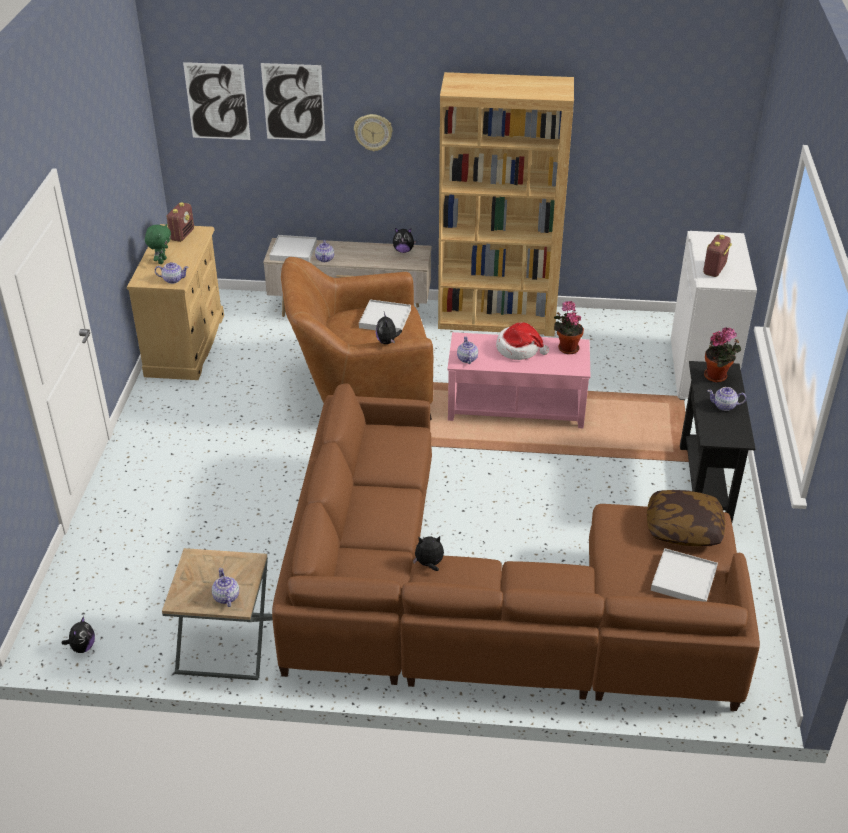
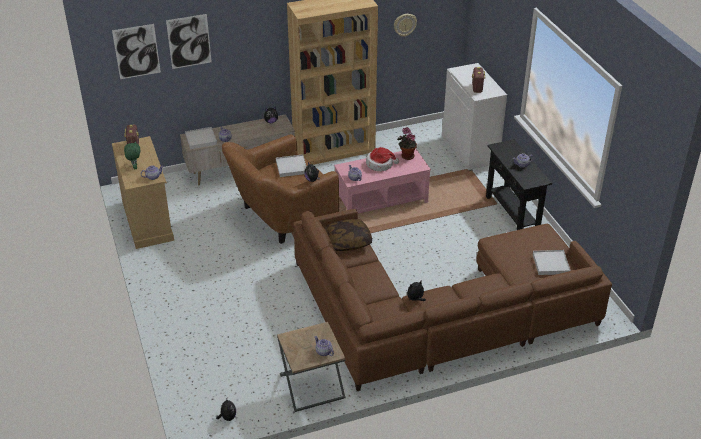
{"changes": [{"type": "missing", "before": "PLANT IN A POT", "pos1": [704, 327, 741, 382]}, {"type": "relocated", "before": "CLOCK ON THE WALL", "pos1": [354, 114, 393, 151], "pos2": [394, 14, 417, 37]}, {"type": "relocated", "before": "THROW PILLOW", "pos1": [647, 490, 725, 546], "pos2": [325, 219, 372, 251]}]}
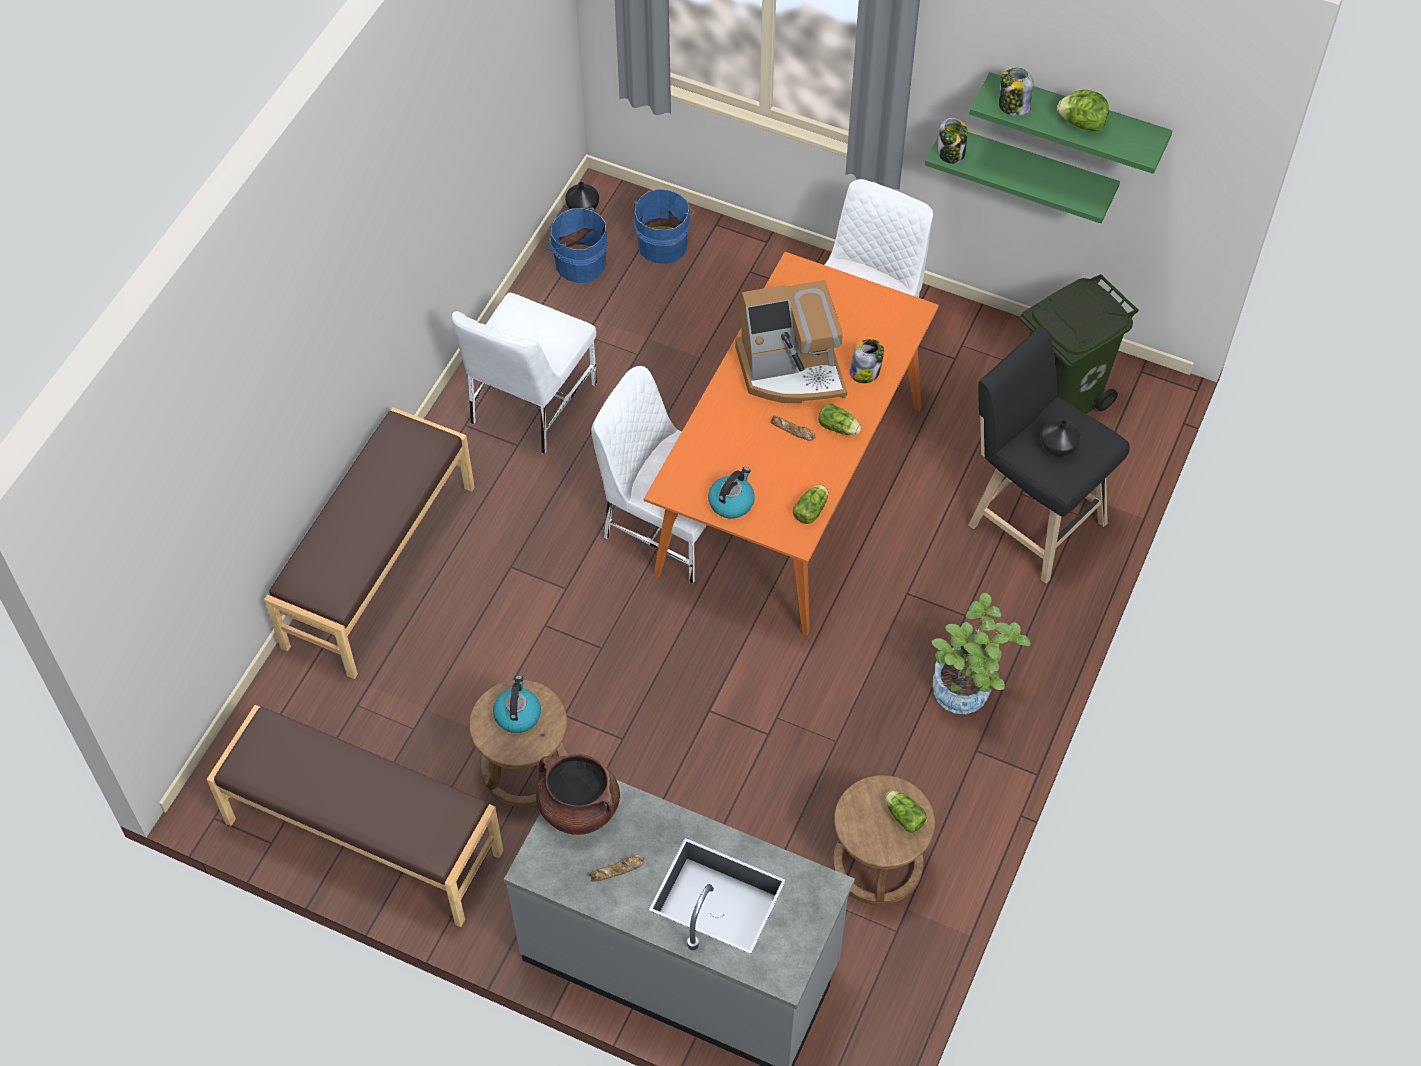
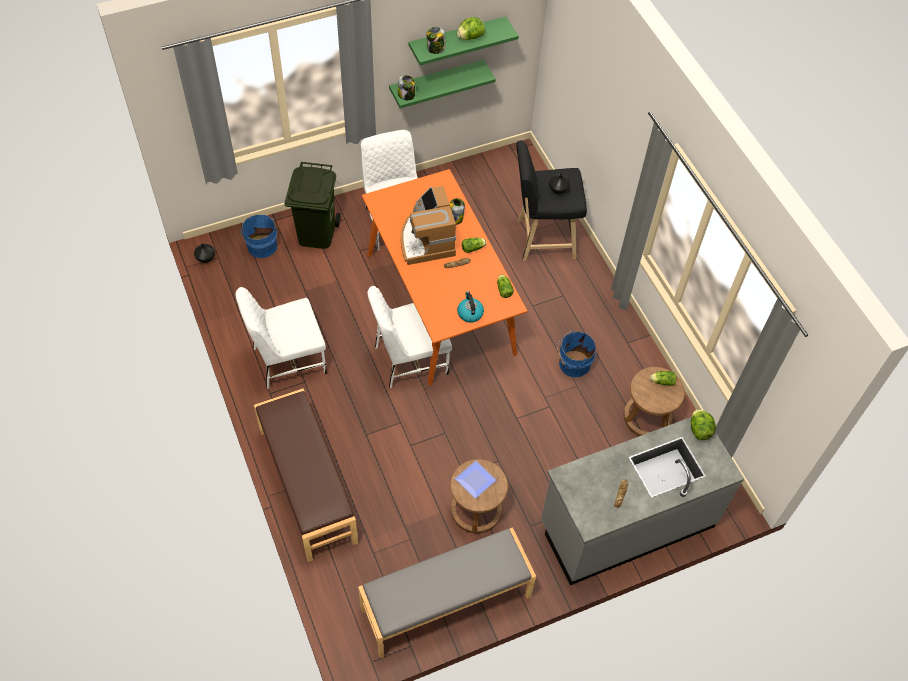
{"changes": [{"type": "missing", "before": "BROWN SAUCEPOT", "pos1": [536, 754, 620, 835]}, {"type": "missing", "before": "PLANT IN A POT", "pos1": [932, 593, 1031, 714]}, {"type": "appeared", "after": "LETTUCE HEAD", "pos2": [691, 409, 716, 440]}, {"type": "relocated", "before": "BLUISH PAIL", "pos1": [546, 208, 608, 283], "pos2": [557, 331, 596, 377]}, {"type": "relocated", "before": "GREENISH WASTE BIN", "pos1": [1020, 274, 1139, 414], "pos2": [284, 162, 340, 249]}, {"type": "exchanged", "before": "KETTLE", "after": "DINNER PLATE", "pos1": [493, 676, 541, 733], "pos2": [455, 461, 496, 499]}, {"type": "colour", "before": "BROWN INDOOR BENCH", "after": "GREYISH INDOOR BENCH", "pos1": [207, 705, 504, 927], "pos2": [358, 527, 536, 659]}, {"type": "spun", "before": "WHITE-COLOURED UPRIGHT CHAIR", "pos1": [452, 293, 597, 455], "pos2": [235, 287, 327, 389], "turn": 90}, {"type": "spun", "before": "COFFEE MAKER", "pos1": [735, 280, 847, 403], "pos2": [401, 186, 456, 265], "turn": 135}]}
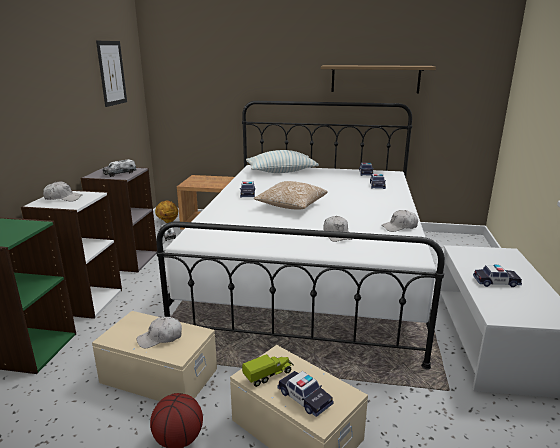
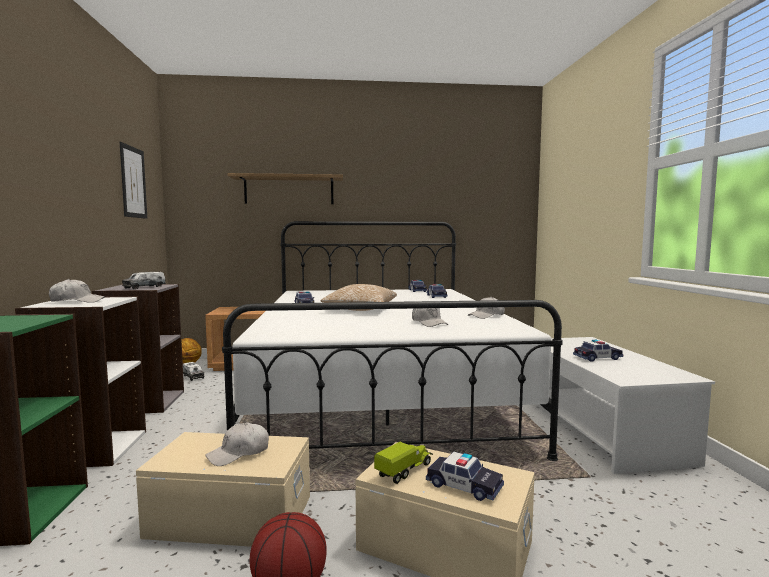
{"changes": [{"type": "missing", "before": "THROW PILLOW", "pos1": [246, 150, 319, 173]}, {"type": "relocated", "before": "SHELF", "pos1": [321, 65, 436, 93], "pos2": [227, 173, 343, 204]}]}
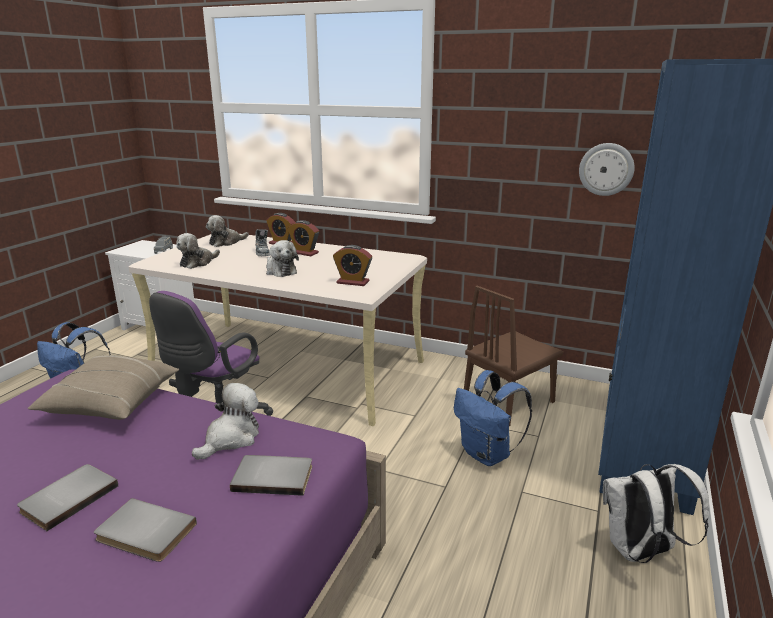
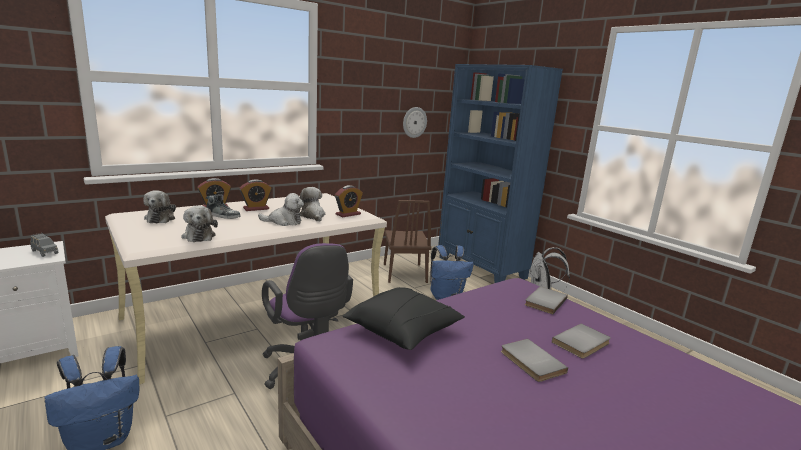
{"changes": [{"type": "relocated", "before": "CUDDLY TOY", "pos1": [192, 383, 259, 460], "pos2": [300, 187, 325, 222]}, {"type": "colour", "before": "BEIGE THROW PILLOW", "after": "BLACK THROW PILLOW", "pos1": [28, 355, 179, 420], "pos2": [342, 287, 465, 350]}]}
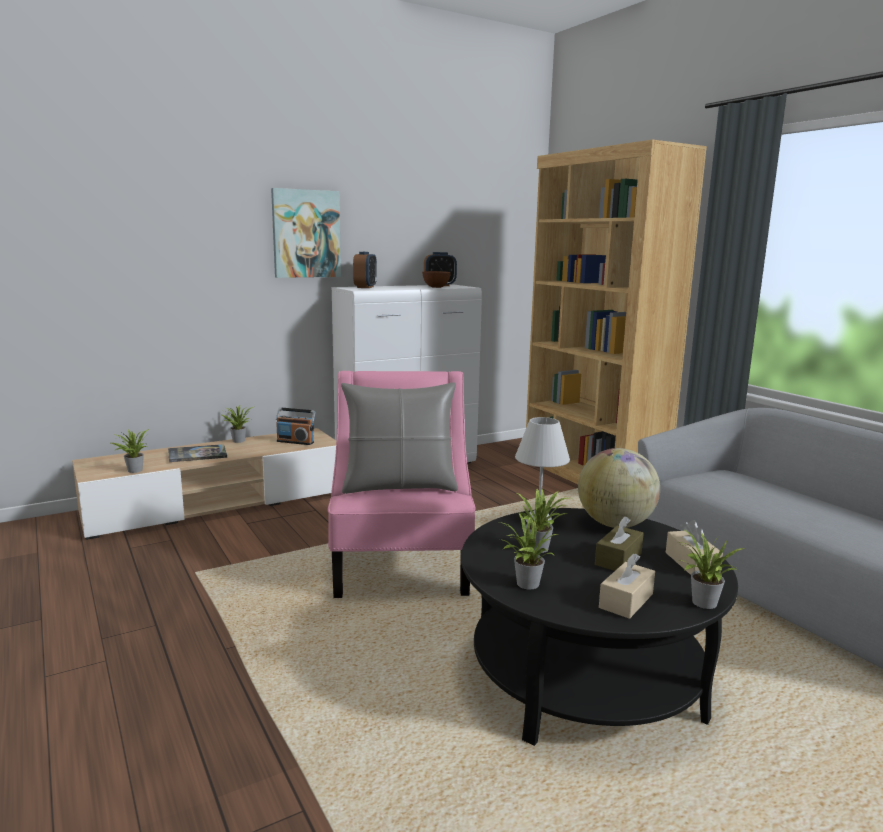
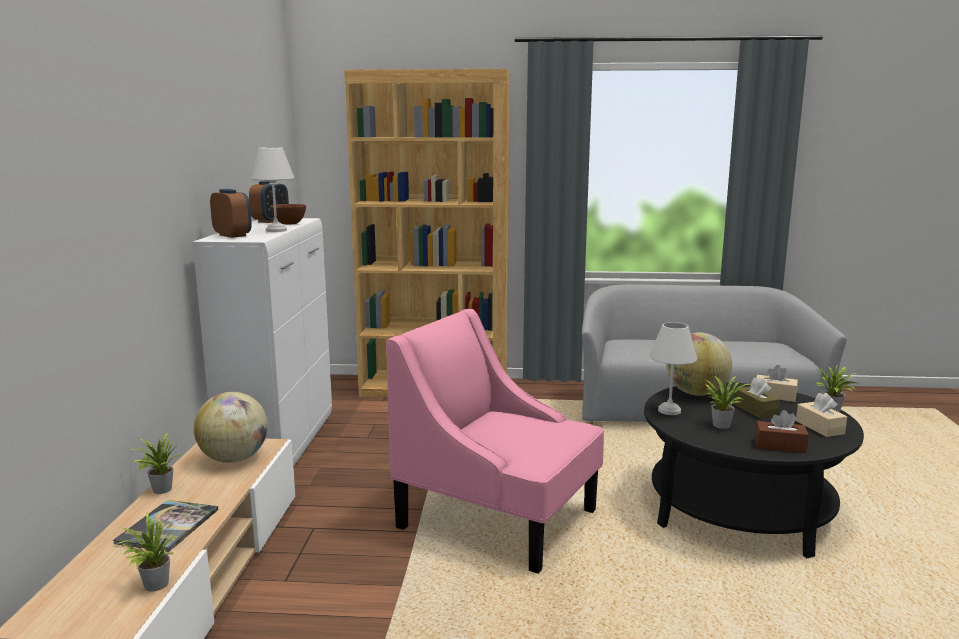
{"changes": [{"type": "missing", "before": "PICTURE", "pos1": [271, 188, 341, 278]}, {"type": "missing", "before": "GREYISH THROW PILLOW", "pos1": [341, 382, 458, 494]}, {"type": "appeared", "after": "WHITE-COLOURED TABLE LAMP", "pos2": [251, 147, 294, 232]}, {"type": "exchanged", "before": "RADIO SET", "after": "WORLD GLOBE", "pos1": [276, 407, 316, 445], "pos2": [194, 392, 268, 463]}, {"type": "exchanged", "before": "PLANT IN A POT", "after": "BROWN TISSUE BOX", "pos1": [499, 513, 558, 589], "pos2": [755, 410, 809, 453]}]}
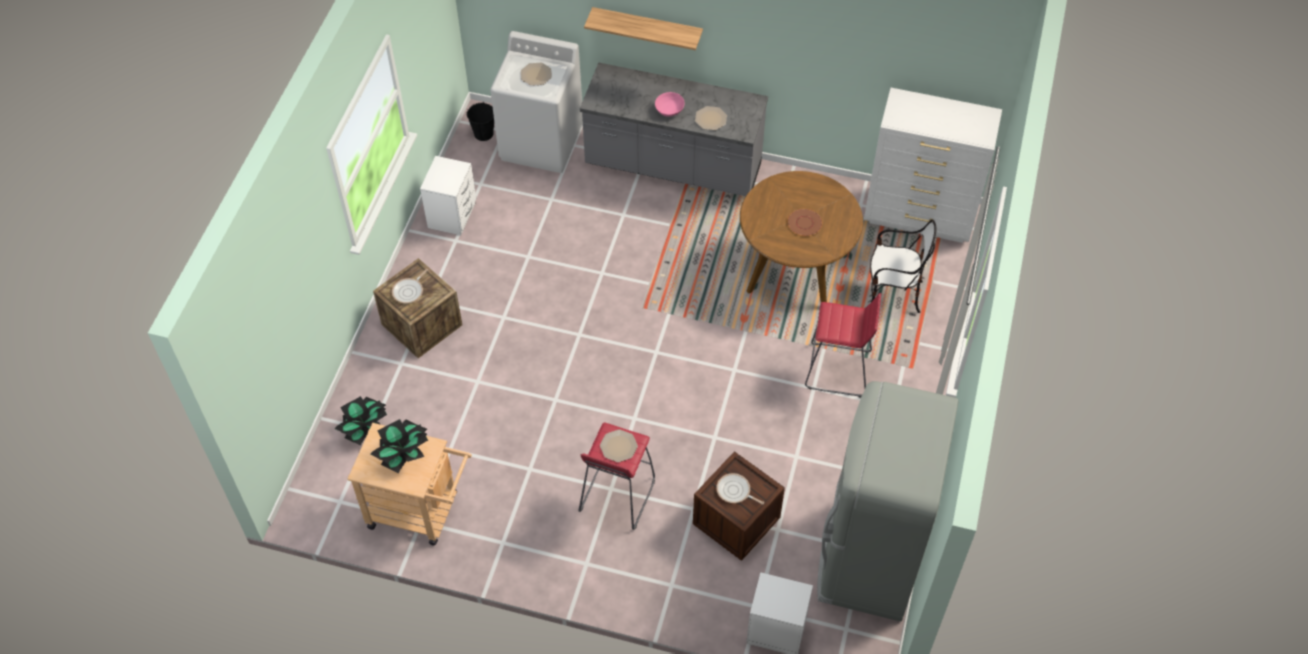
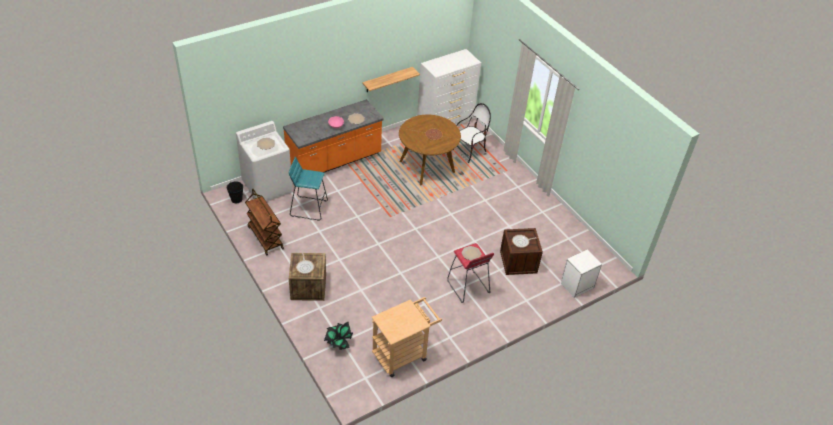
{"changes": [{"type": "missing", "before": "PLANT IN A POT", "pos1": [371, 419, 428, 473]}, {"type": "missing", "before": "RED SITTING STOOL", "pos1": [805, 293, 881, 398]}, {"type": "missing", "before": "GREYISH FRIDGE", "pos1": [817, 381, 958, 622]}, {"type": "appeared", "after": "TURQUOISE-COLOURED SITTING STOOL", "pos2": [289, 157, 328, 221]}, {"type": "relocated", "before": "SHELF", "pos1": [584, 7, 703, 50], "pos2": [362, 67, 420, 92]}, {"type": "exchanged", "before": "WHITE-COLOURED NIGHTSTAND", "after": "BROWN WHEELED CART", "pos1": [420, 156, 476, 235], "pos2": [245, 189, 284, 256]}, {"type": "colour", "before": "GREYISH COUNTER", "after": "ORANGE-COLOURED COUNTER", "pos1": [580, 63, 768, 196], "pos2": [283, 99, 384, 173]}]}
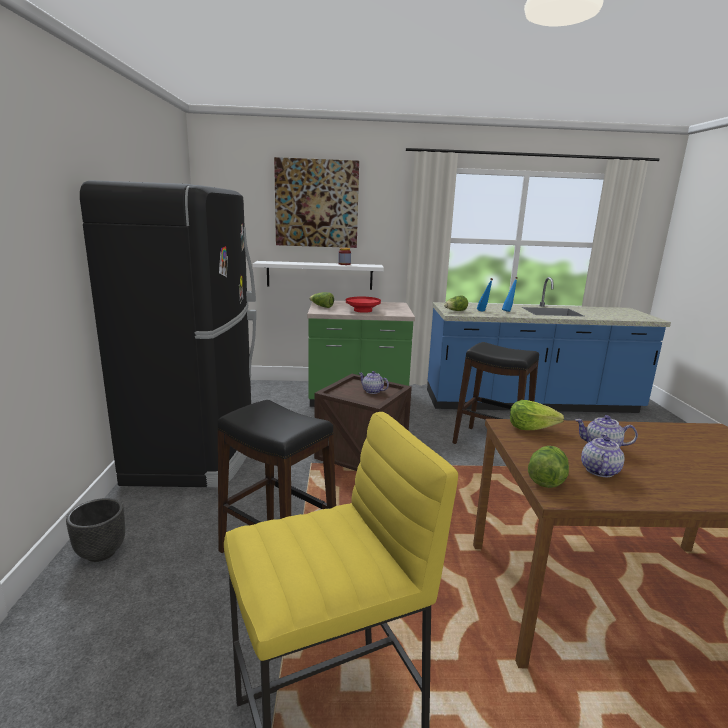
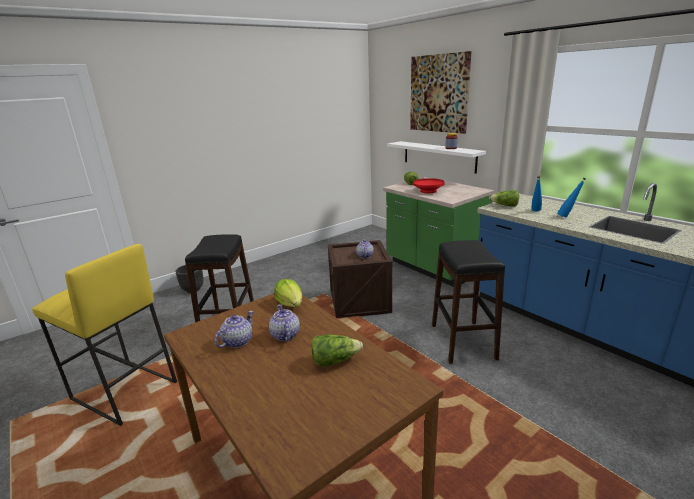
{"changes": [{"type": "missing", "before": "BLACK FRIDGE", "pos1": [80, 180, 256, 488]}, {"type": "relocated", "before": "LETTUCE HEAD", "pos1": [528, 446, 569, 488], "pos2": [311, 334, 363, 366]}, {"type": "spun", "before": "TEAPOT", "pos1": [581, 434, 625, 477], "pos2": [215, 311, 254, 348], "turn": -45}]}
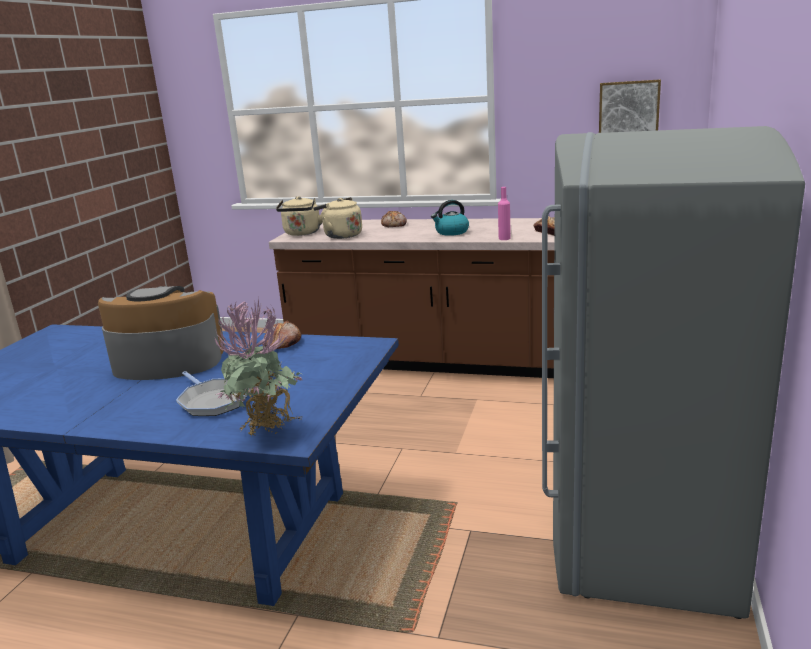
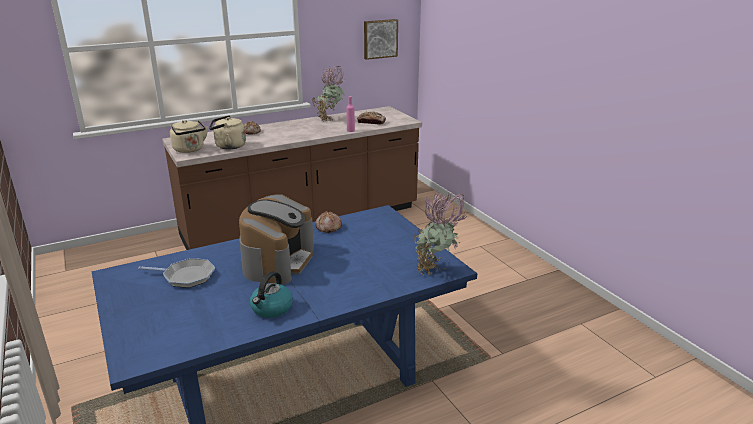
{"changes": [{"type": "missing", "before": "GREYISH FRIDGE", "pos1": [542, 126, 805, 619]}, {"type": "appeared", "after": "PLANT IN A POT", "pos2": [312, 66, 344, 121]}, {"type": "relocated", "before": "SKILLET", "pos1": [176, 371, 251, 416], "pos2": [138, 258, 215, 288]}, {"type": "relocated", "before": "KETTLE", "pos1": [431, 200, 469, 236], "pos2": [250, 271, 293, 318]}, {"type": "spun", "before": "COFFEE MAKER", "pos1": [98, 286, 225, 380], "pos2": [239, 194, 314, 285], "turn": 150}]}
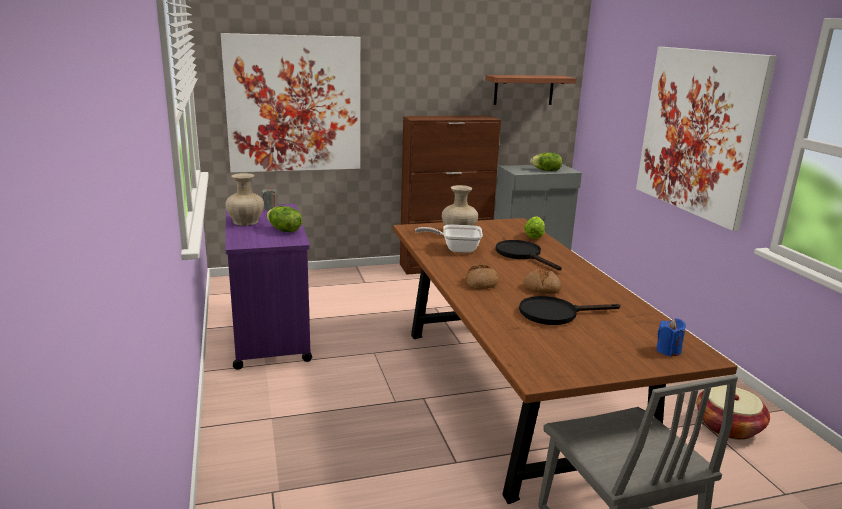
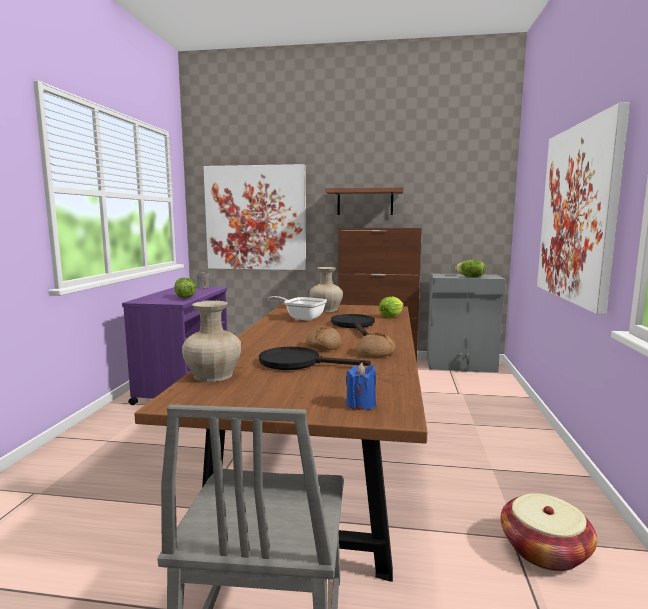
{"changes": [{"type": "relocated", "before": "BEIGE DECORATIVE VASE", "pos1": [225, 173, 264, 226], "pos2": [182, 301, 242, 382]}, {"type": "relocated", "before": "BAKERY BREAD", "pos1": [466, 264, 499, 289], "pos2": [357, 332, 396, 358]}, {"type": "relocated", "before": "SHELF", "pos1": [485, 75, 577, 105], "pos2": [325, 187, 404, 215]}]}
